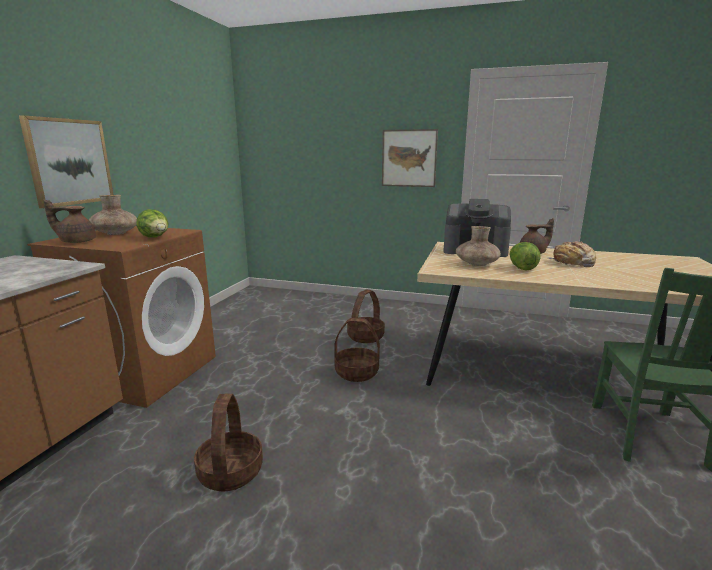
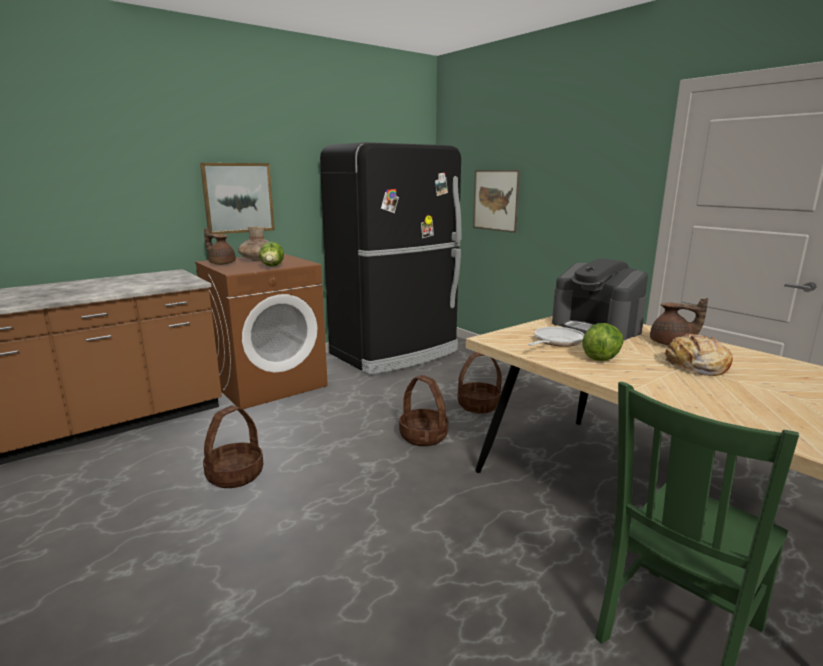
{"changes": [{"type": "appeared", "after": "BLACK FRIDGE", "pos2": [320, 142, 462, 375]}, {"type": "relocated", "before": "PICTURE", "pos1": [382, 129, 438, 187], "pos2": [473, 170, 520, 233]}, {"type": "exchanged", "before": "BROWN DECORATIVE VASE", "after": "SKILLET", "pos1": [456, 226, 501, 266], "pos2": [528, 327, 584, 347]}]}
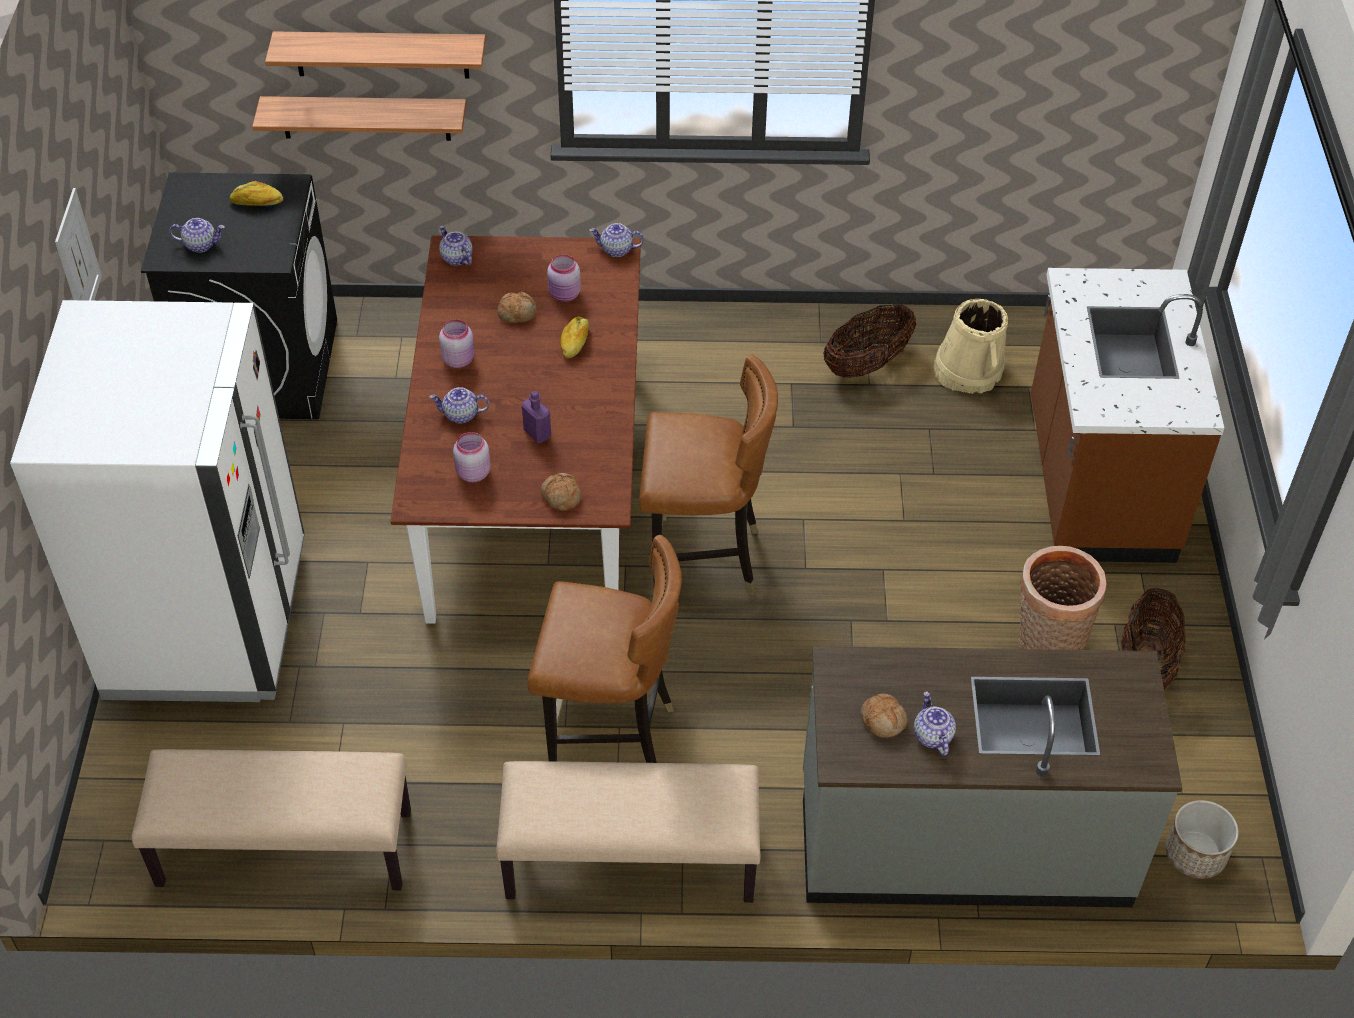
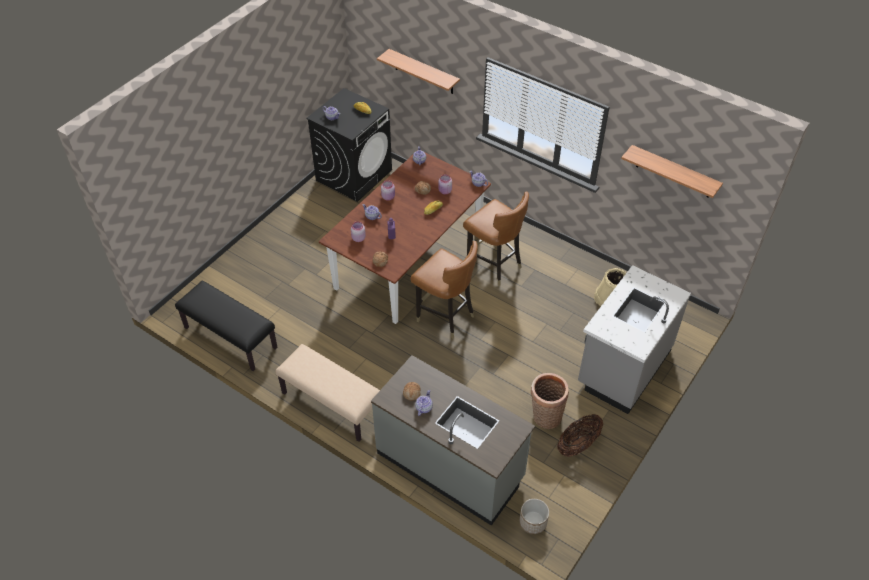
{"changes": [{"type": "missing", "before": "WHITE-COLOURED FRIDGE", "pos1": [10, 300, 304, 702]}, {"type": "missing", "before": "PICTURE", "pos1": [55, 188, 102, 301]}, {"type": "missing", "before": "HOUSEHOLD BASKET", "pos1": [823, 304, 916, 378]}, {"type": "relocated", "before": "SHELF", "pos1": [252, 96, 466, 141], "pos2": [621, 145, 723, 198]}, {"type": "relocated", "before": "BROWN UPRIGHT CHAIR", "pos1": [527, 535, 682, 763], "pos2": [463, 192, 529, 286]}, {"type": "colour", "before": "BEIGE INDOOR BENCH", "after": "BLACK INDOOR BENCH", "pos1": [131, 749, 411, 890], "pos2": [175, 281, 277, 371]}, {"type": "colour", "before": "BROWN COUNTER", "after": "GREYISH COUNTER", "pos1": [1031, 268, 1224, 563], "pos2": [578, 265, 691, 414]}]}
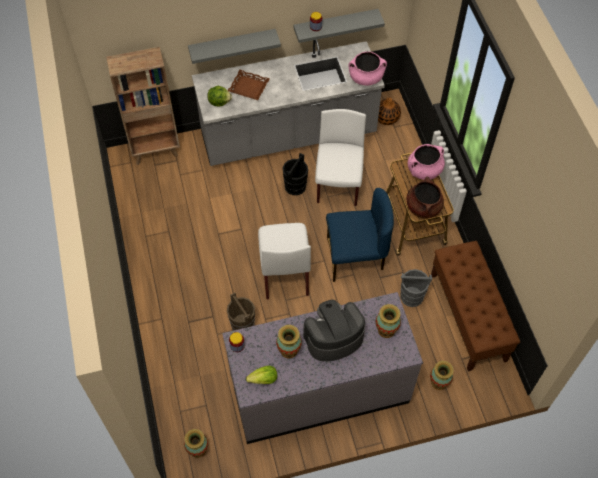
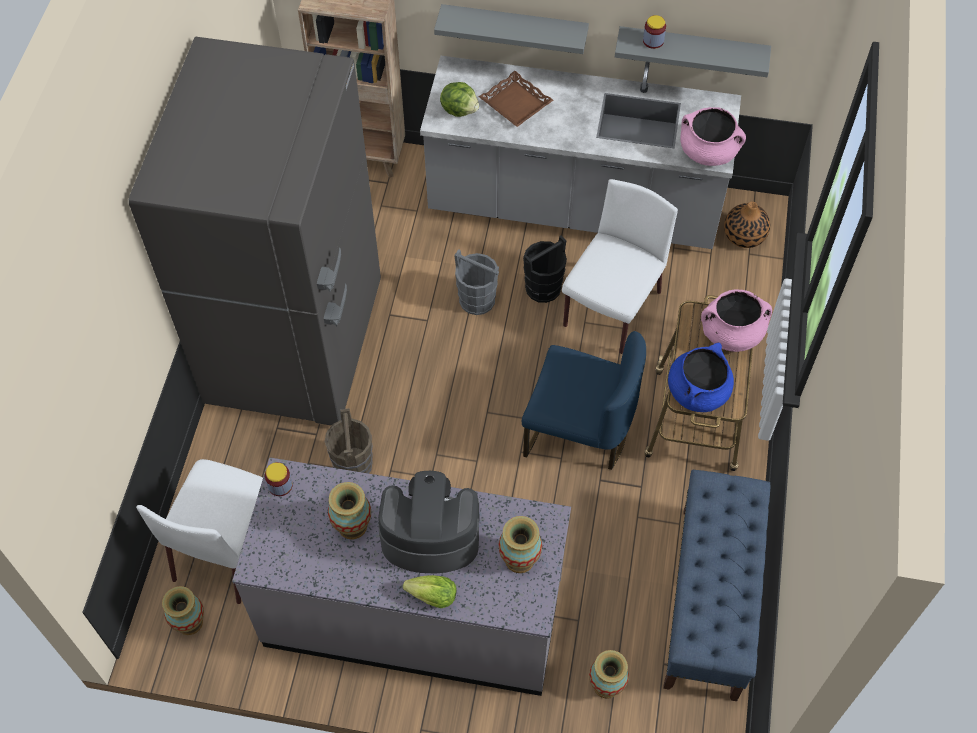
{"changes": [{"type": "appeared", "after": "GREYISH FRIDGE", "pos2": [129, 37, 381, 425]}, {"type": "relocated", "before": "LETTUCE HEAD", "pos1": [246, 366, 277, 384], "pos2": [403, 575, 457, 608]}, {"type": "relocated", "before": "WHITE-COLOURED UPRIGHT CHAIR", "pos1": [258, 223, 311, 299], "pos2": [136, 459, 263, 604]}, {"type": "relocated", "before": "GREYISH PAIL", "pos1": [401, 269, 432, 307], "pos2": [454, 249, 499, 315]}, {"type": "colour", "before": "BROWN SAUCEPOT", "after": "BLUISH SAUCEPOT", "pos1": [407, 176, 444, 218], "pos2": [668, 343, 734, 412]}, {"type": "colour", "before": "BROWN INDOOR BENCH", "after": "BLUISH INDOOR BENCH", "pos1": [431, 241, 520, 372], "pos2": [663, 470, 770, 701]}]}
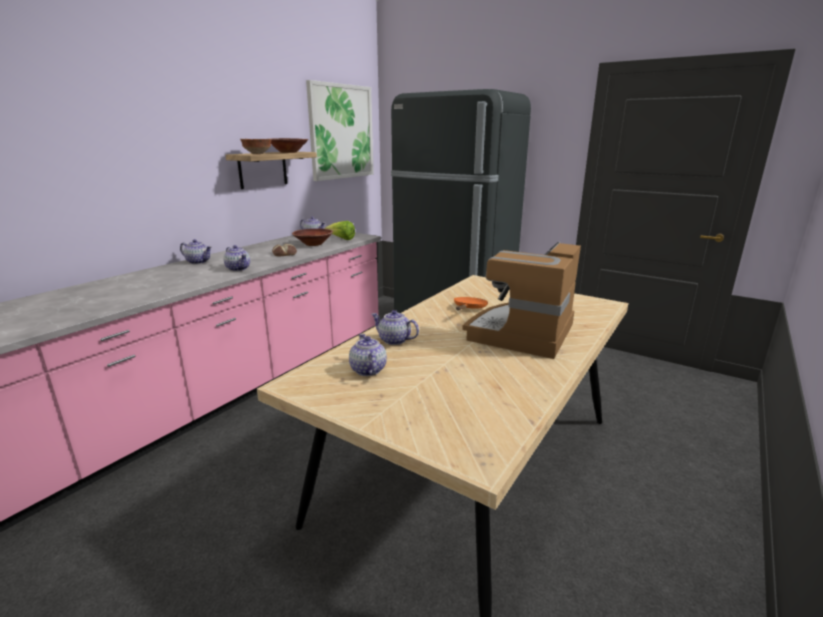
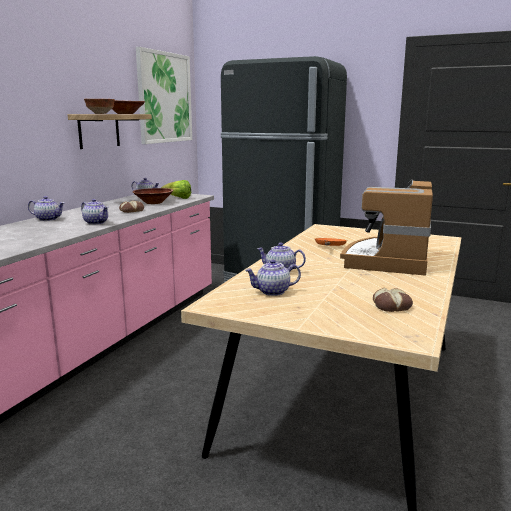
{"changes": [{"type": "appeared", "after": "BAKERY BREAD", "pos2": [373, 287, 413, 312]}, {"type": "spun", "before": "TEAPOT", "pos1": [349, 334, 387, 376], "pos2": [245, 259, 301, 296], "turn": -75}]}
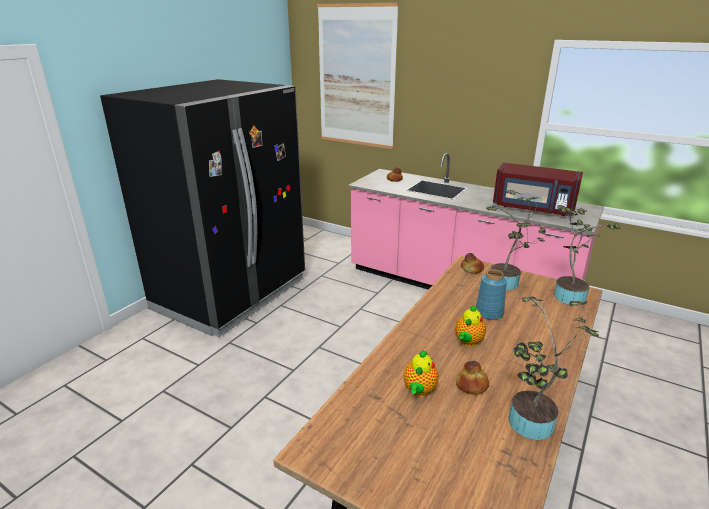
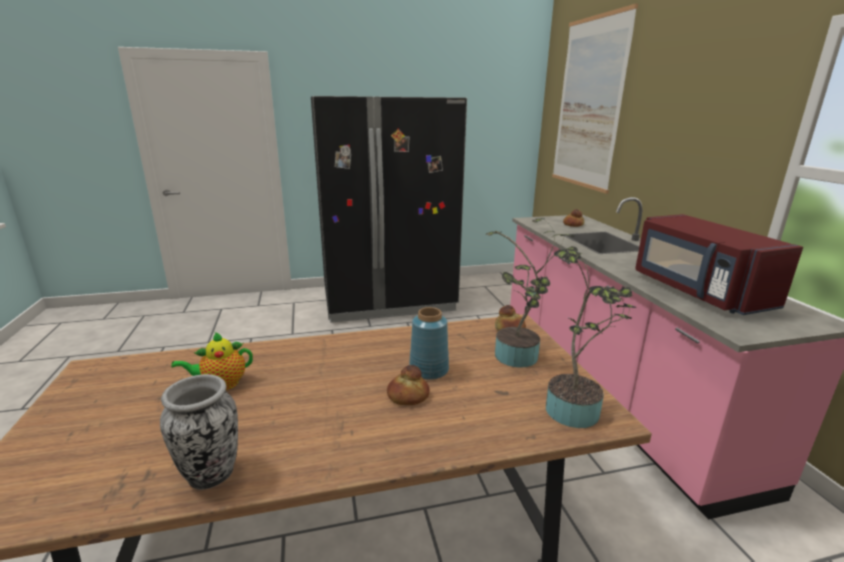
{"changes": [{"type": "missing", "before": "TEAPOT", "pos1": [455, 305, 486, 346]}, {"type": "relocated", "before": "BAKERY BREAD", "pos1": [456, 361, 489, 395], "pos2": [387, 365, 430, 405]}, {"type": "exchanged", "before": "PLANT IN A POT", "after": "DECORATIVE VASE", "pos1": [509, 297, 599, 440], "pos2": [160, 374, 238, 490]}]}
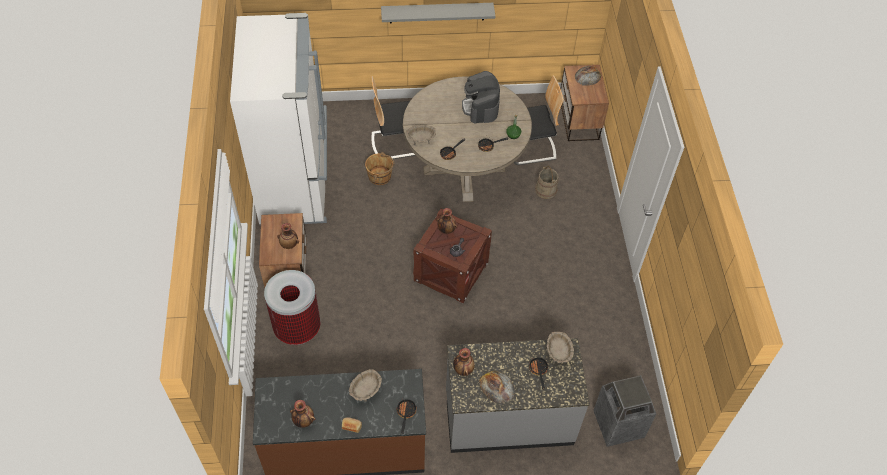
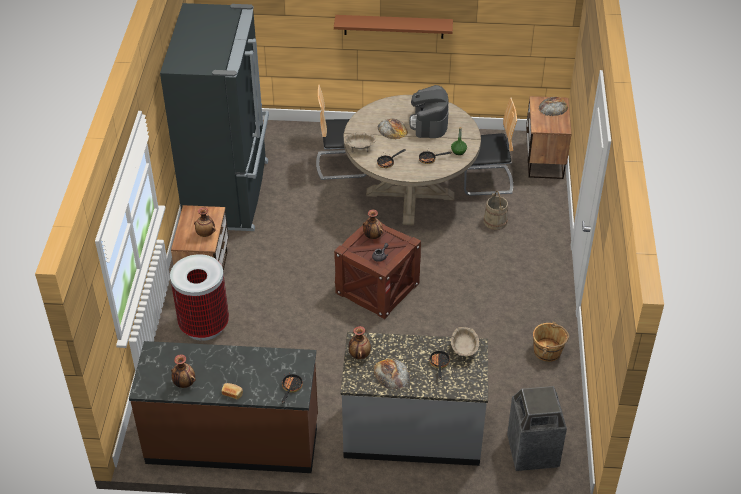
{"changes": [{"type": "missing", "before": "BEIGE SERVING BOWL", "pos1": [349, 369, 382, 402]}, {"type": "appeared", "after": "BAKERY BREAD", "pos2": [378, 118, 408, 139]}, {"type": "relocated", "before": "BROWN PAIL", "pos1": [365, 152, 395, 185], "pos2": [533, 322, 569, 362]}, {"type": "colour", "before": "WHITE-COLOURED FRIDGE", "after": "BLACK FRIDGE", "pos1": [230, 13, 327, 226], "pos2": [160, 3, 269, 231]}, {"type": "colour", "before": "GREYISH SHELF", "after": "BROWN SHELF", "pos1": [381, 3, 496, 24], "pos2": [334, 15, 453, 39]}]}
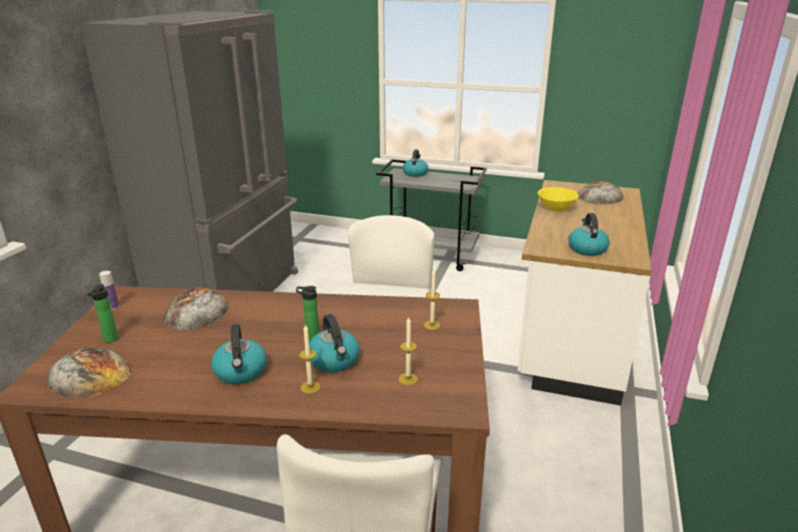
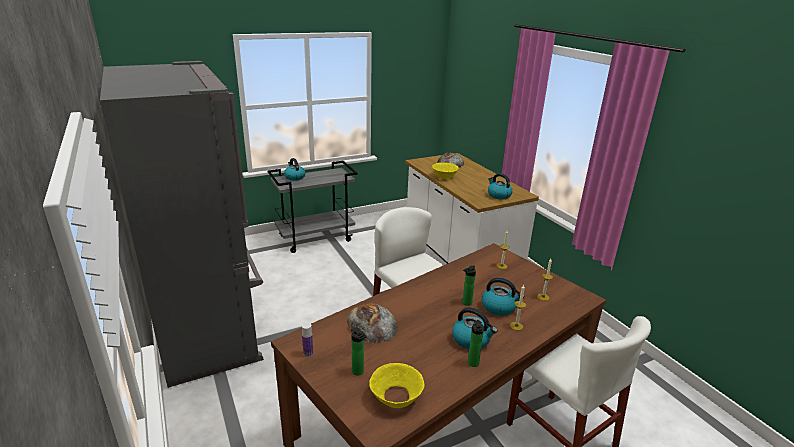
{"changes": [{"type": "appeared", "after": "DRINK BOTTLE", "pos2": [468, 320, 484, 367]}, {"type": "exchanged", "before": "BAKERY BREAD", "after": "YELLOW-COLOURED SERVING BOWL", "pos1": [46, 347, 132, 398], "pos2": [369, 363, 425, 408]}]}
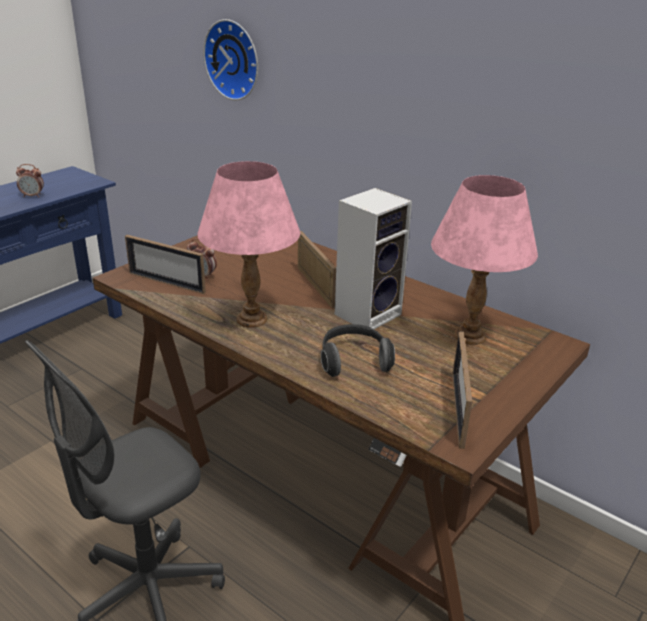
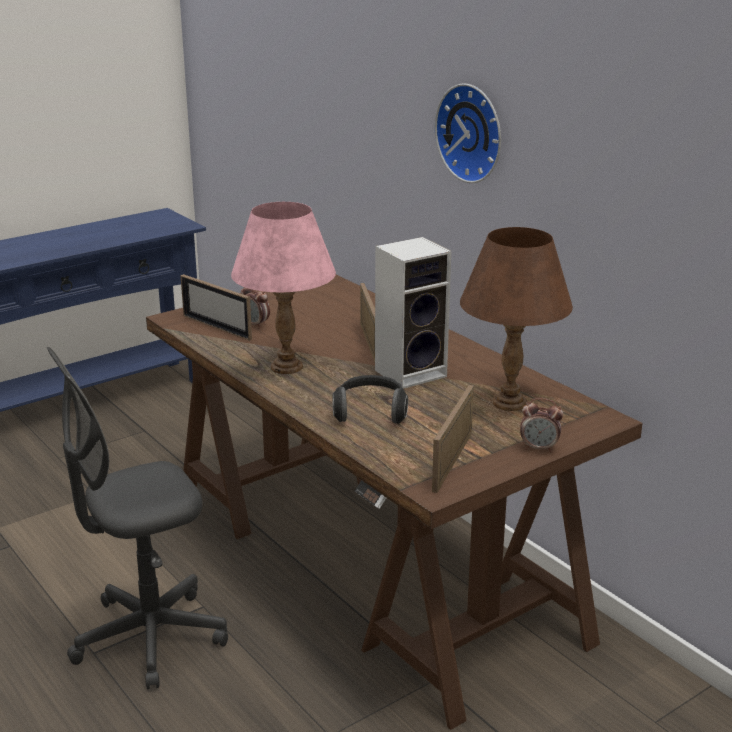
{"changes": [{"type": "relocated", "before": "BEDSIDE CLOCK", "pos1": [16, 164, 44, 197], "pos2": [520, 398, 563, 452]}, {"type": "relocated", "before": "CLOCK ON THE WALL", "pos1": [203, 19, 258, 100], "pos2": [435, 83, 501, 183]}, {"type": "colour", "before": "PINK-COLOURED TABLE LAMP", "after": "BROWN TABLE LAMP", "pos1": [431, 175, 538, 345], "pos2": [460, 227, 573, 411]}]}
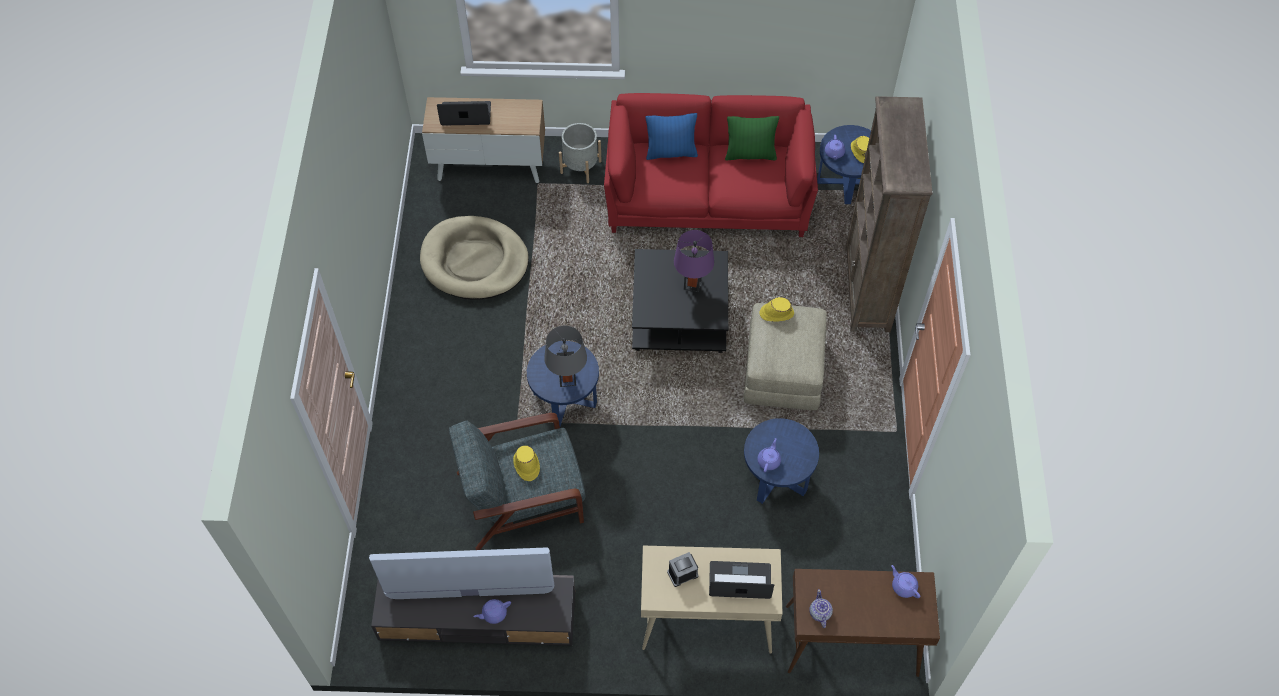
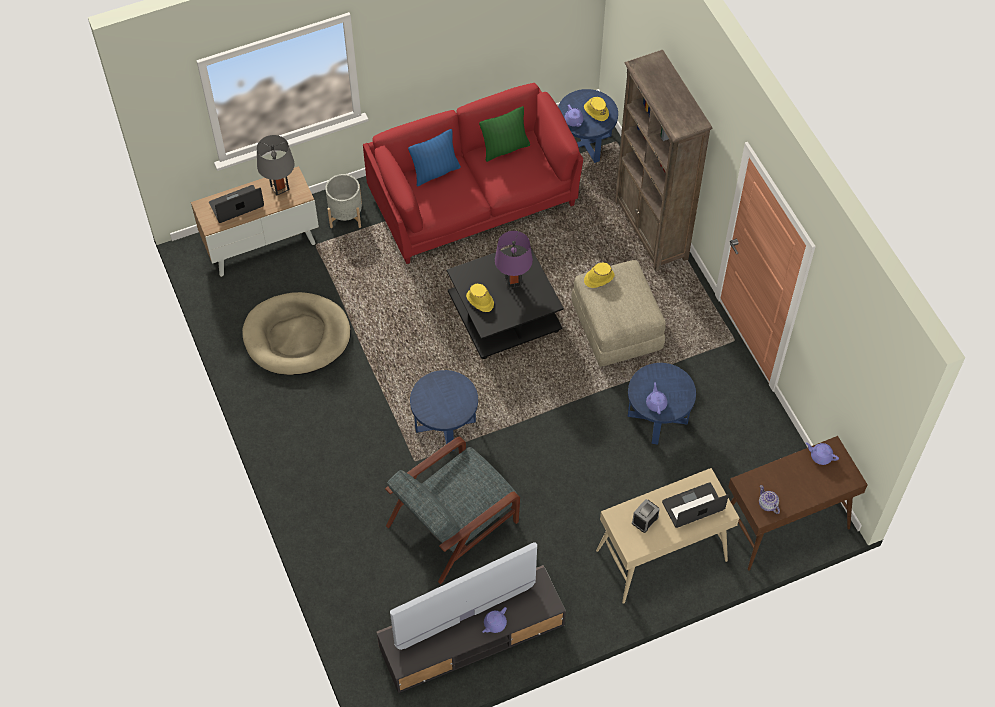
{"changes": [{"type": "relocated", "before": "YELLOW-COLOURED HAT", "pos1": [513, 446, 540, 481], "pos2": [466, 284, 494, 312]}, {"type": "relocated", "before": "GREYISH TABLE LAMP", "pos1": [544, 326, 587, 387], "pos2": [257, 135, 295, 195]}]}
